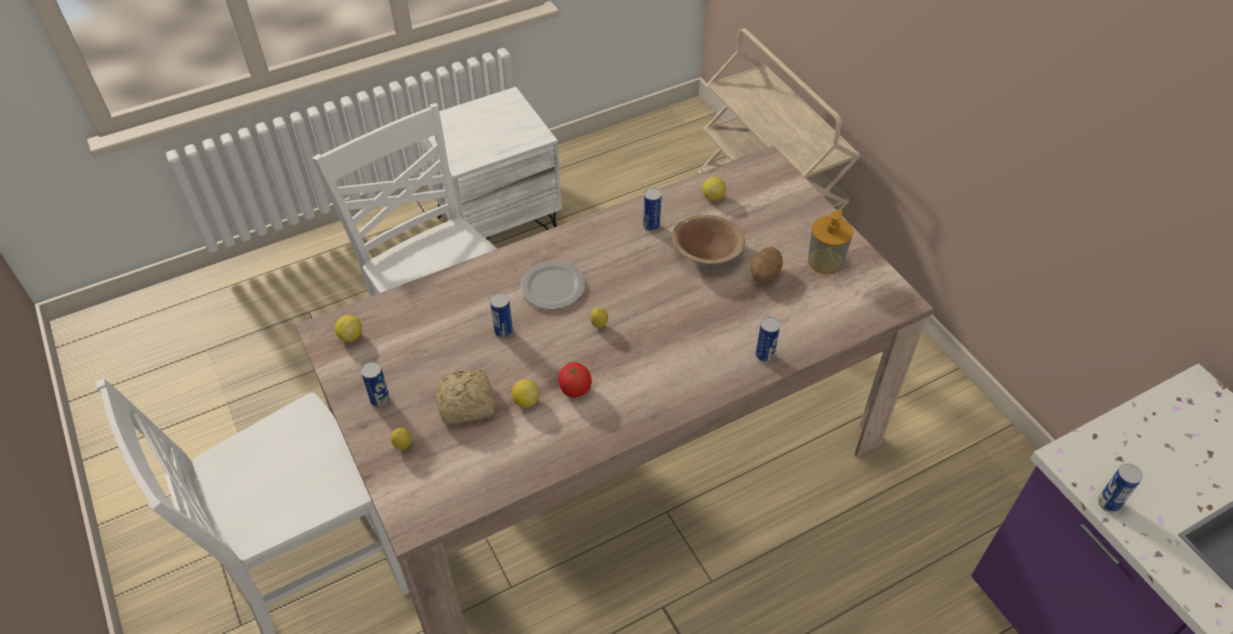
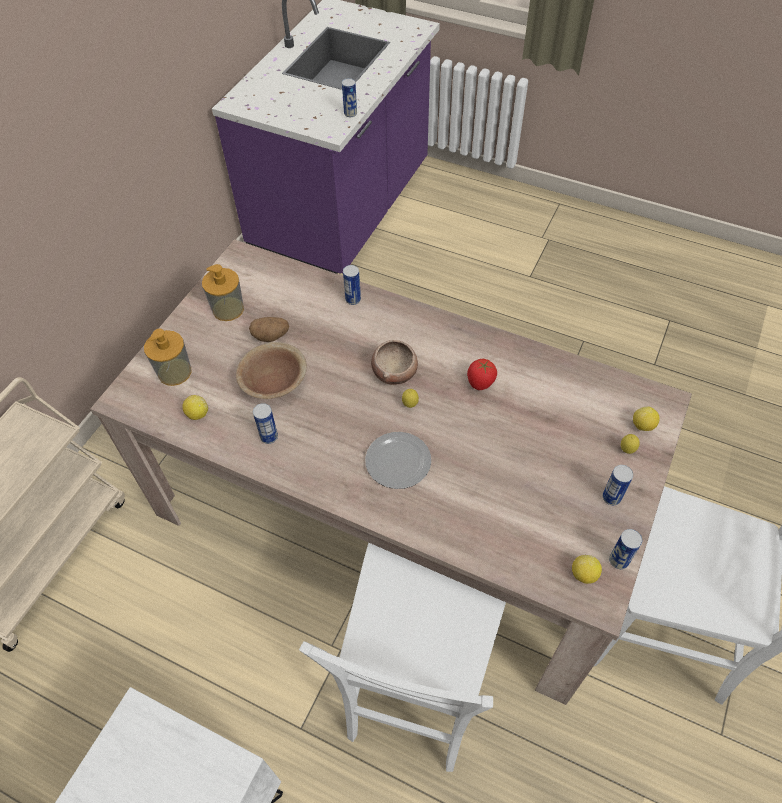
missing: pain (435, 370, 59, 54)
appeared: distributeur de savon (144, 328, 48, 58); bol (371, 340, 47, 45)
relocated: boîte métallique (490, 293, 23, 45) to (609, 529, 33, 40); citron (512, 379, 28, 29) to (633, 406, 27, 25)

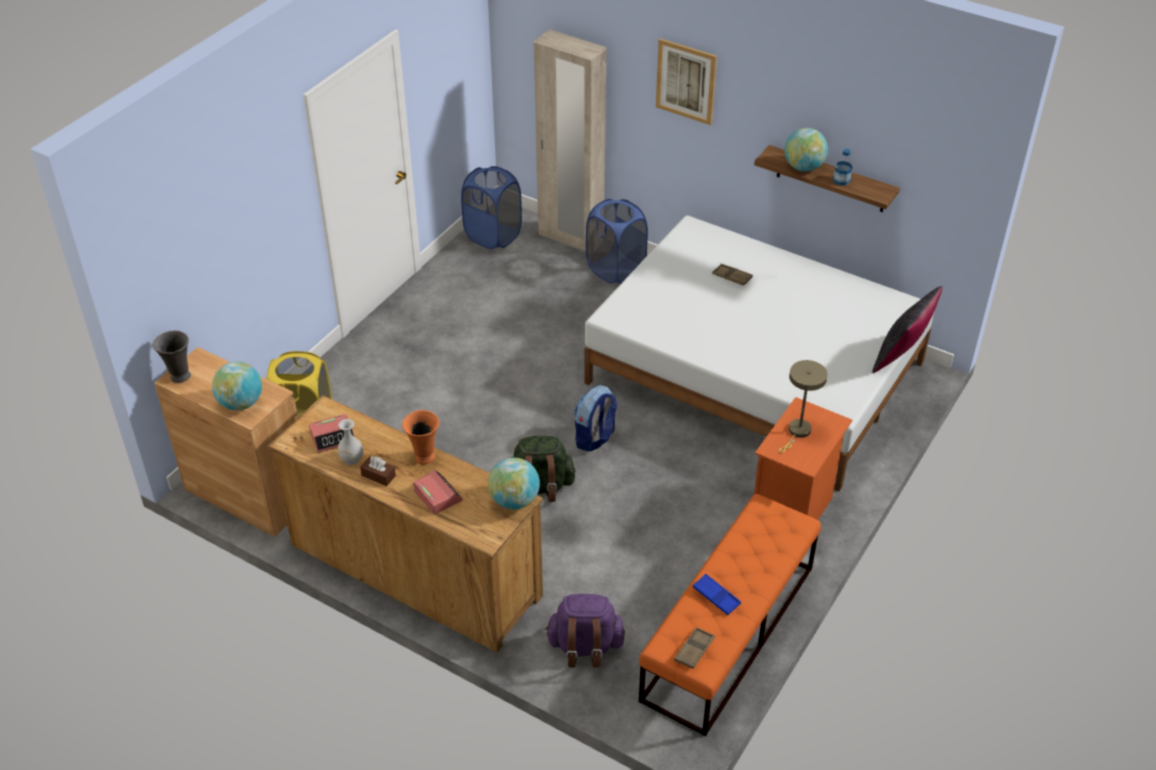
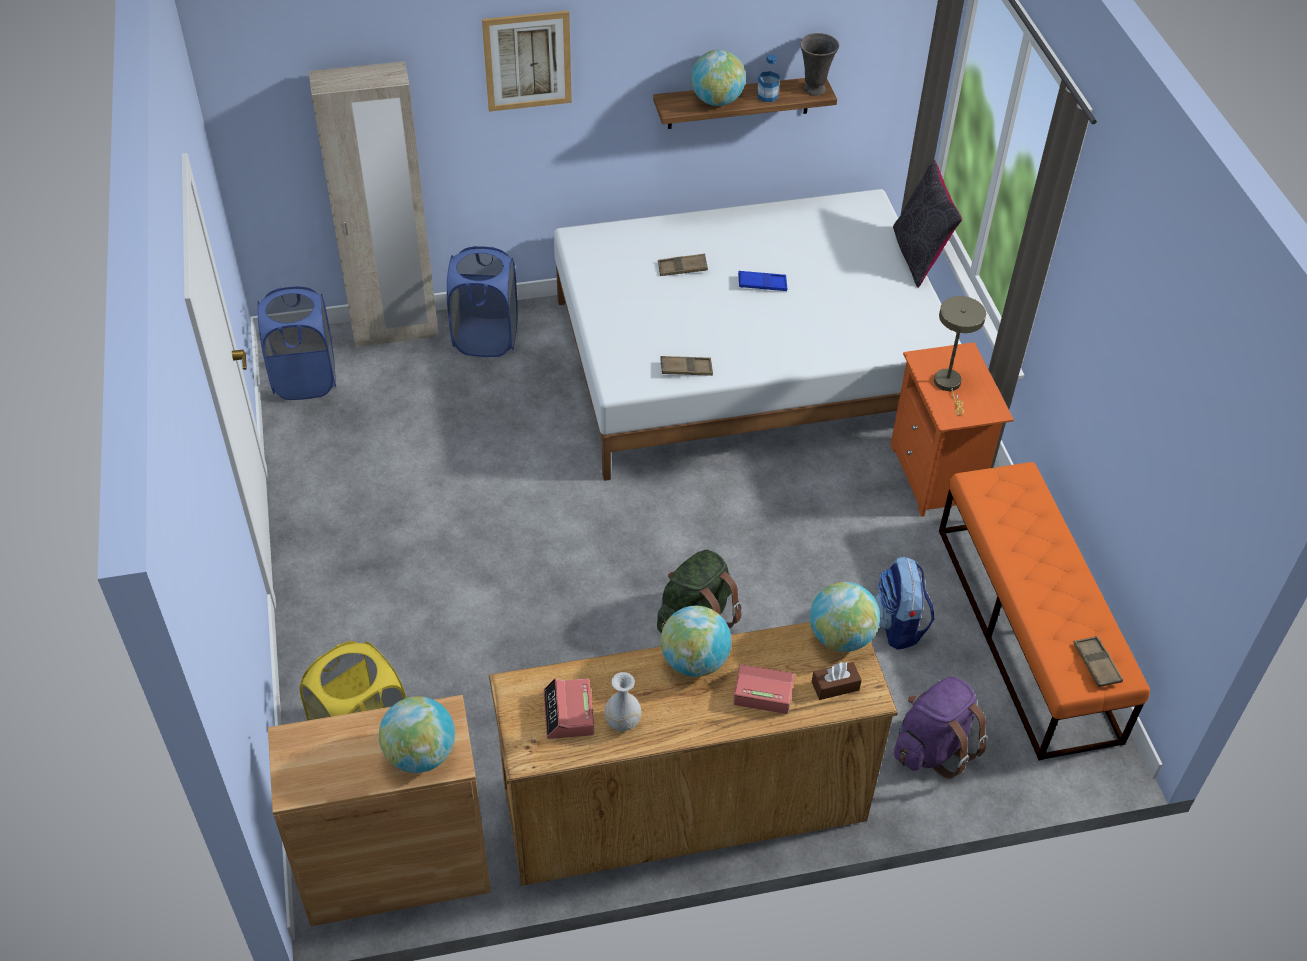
appeared: plateau (marron) (660, 356, 53, 20)
relocated: vase (gris) (152, 330, 39, 53) to (800, 33, 39, 63); boîte à mouchoirs (marron) (360, 457, 36, 29) to (812, 662, 50, 38); sac à dos (574, 385, 43, 67) to (874, 556, 60, 94); plateau (bleu) (693, 574, 48, 41) to (738, 271, 49, 20)
exchanged: vase (orange) (402, 410, 37, 55) to globe (661, 606, 71, 71)
spun: réveil (309, 414, 45, 39) = (543, 678, 51, 61) 150 degrees clockwise

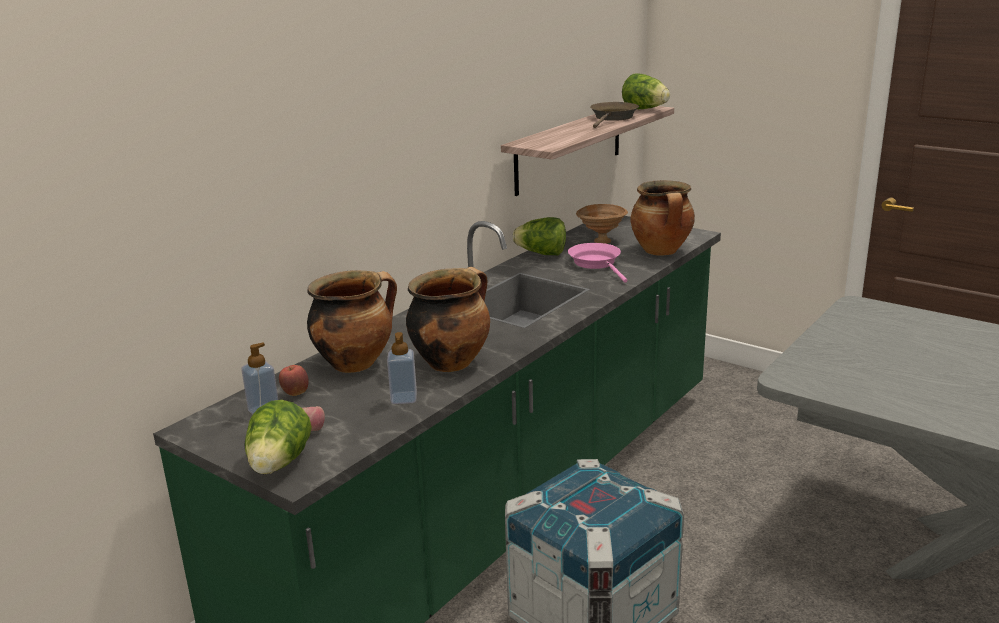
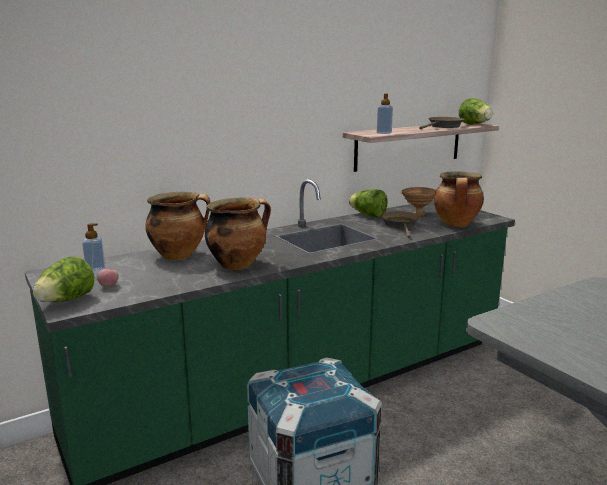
missing: pomme (279, 365, 30, 31)
relocated: distributeur de savon (387, 332, 30, 72) to (377, 94, 16, 40)
colour: poêle (rose) (568, 243, 60, 40) to poêle (marron) (381, 211, 39, 27)

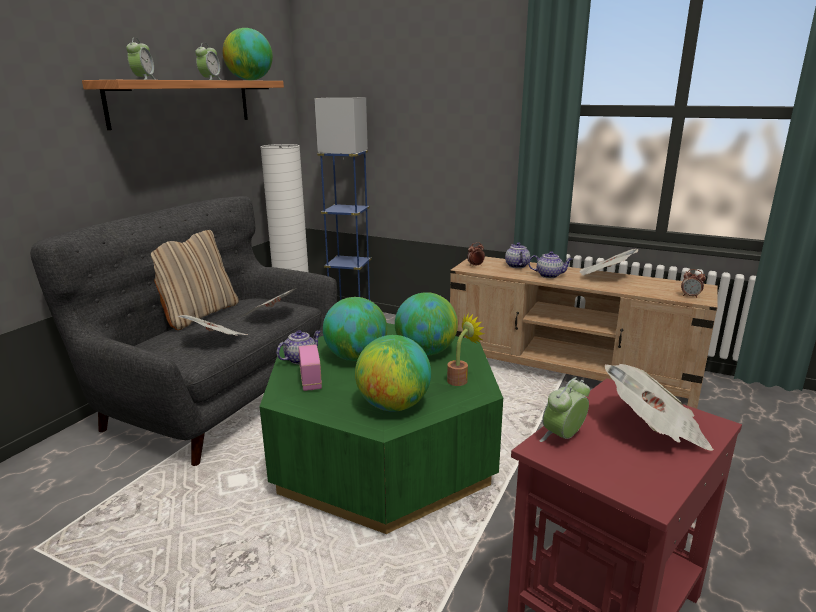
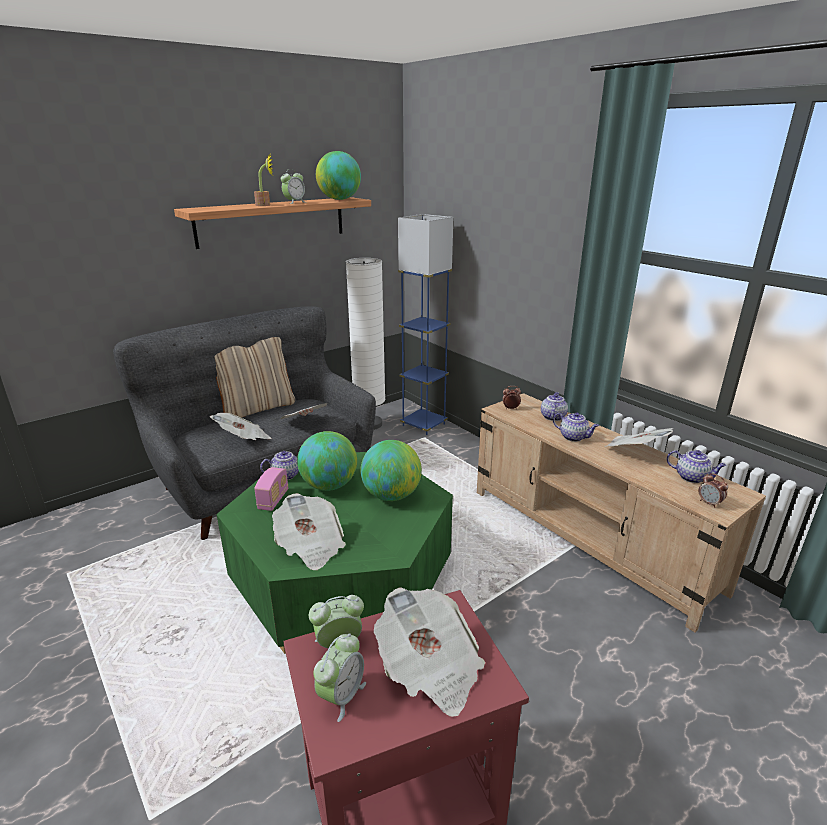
appeared: théière (667, 450, 59, 33)
relocated: réveil (126, 37, 31, 43) to (313, 633, 53, 89); plante en pot (447, 313, 37, 73) to (254, 154, 19, 52)
exchanged: globe (355, 335, 76, 77) to journal (272, 493, 74, 77)

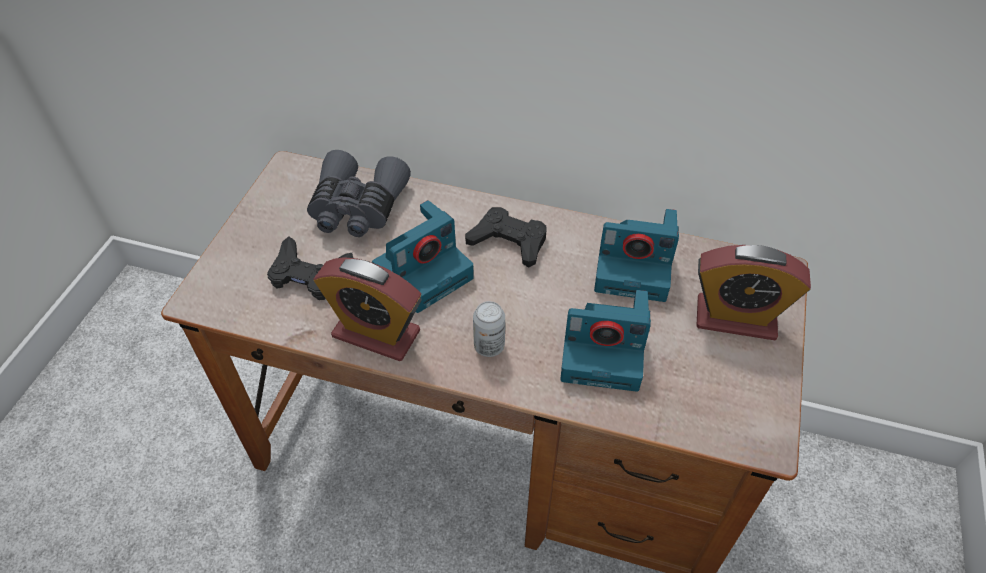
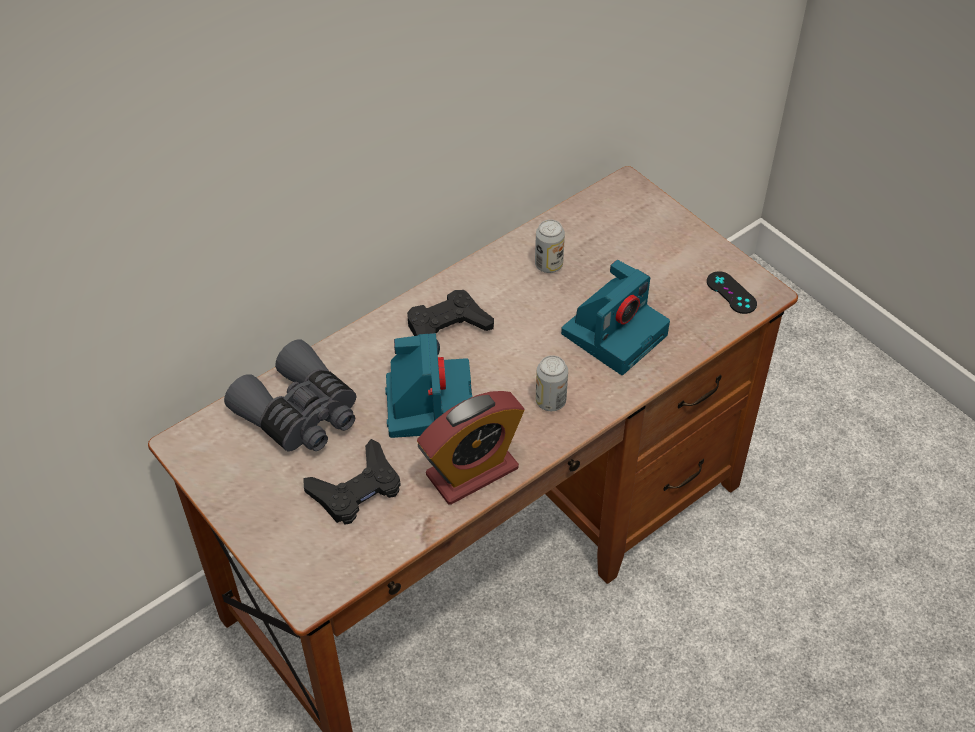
missing: réveil (696, 245, 115, 95)
appeared: manette (noir) (707, 271, 50, 43)
exchanged: appareil photo (594, 209, 85, 93) to boîte métallique (535, 219, 30, 54)

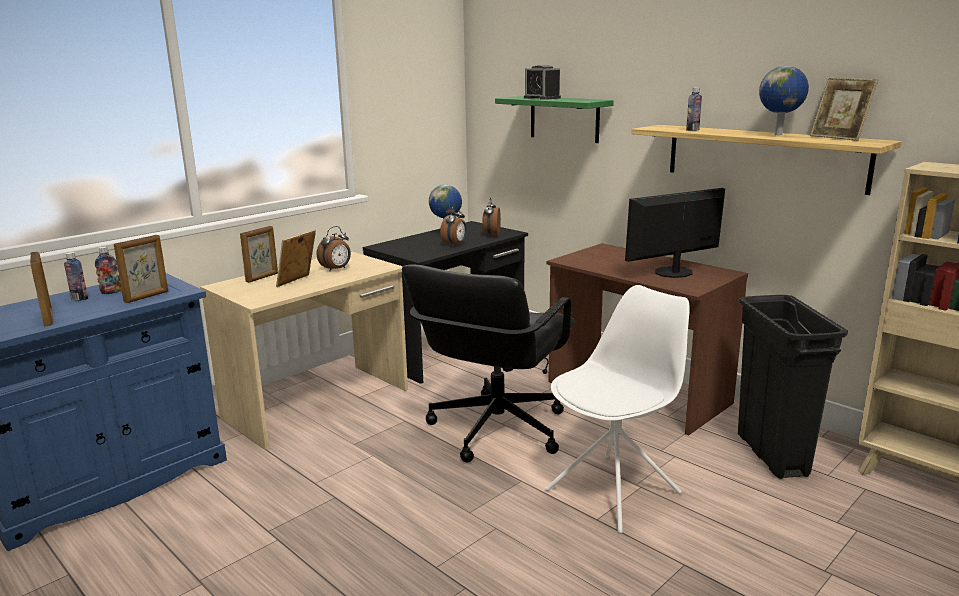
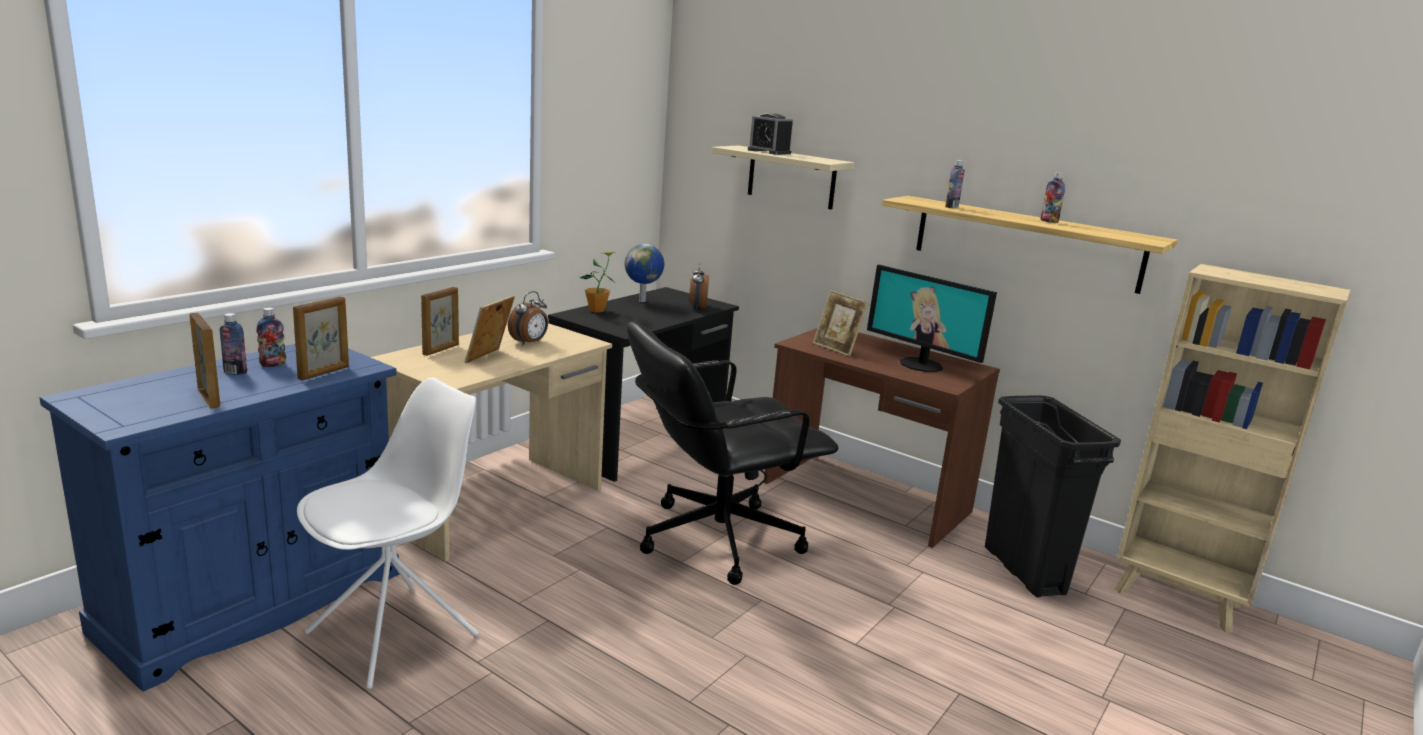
missing: réveil (440, 206, 26, 41)
appeared: plante en pot (580, 252, 35, 61)
relocated: chaise (blanc) (545, 285, 145, 248) to (297, 377, 182, 312); cadre photo (810, 77, 68, 64) to (813, 290, 56, 67)
exchanged: globe (759, 66, 50, 69) to bouteille (1041, 172, 24, 51)
colour: étagère (vert) (495, 96, 119, 47) to étagère (beige) (712, 145, 142, 65)
spun: chaise de bureau (noir) (402, 265, 173, 198) = (627, 321, 211, 264) 45 degrees clockwise; écran d'ordinateur (625, 188, 100, 90) = (867, 265, 130, 107) 105 degrees counterclockwise

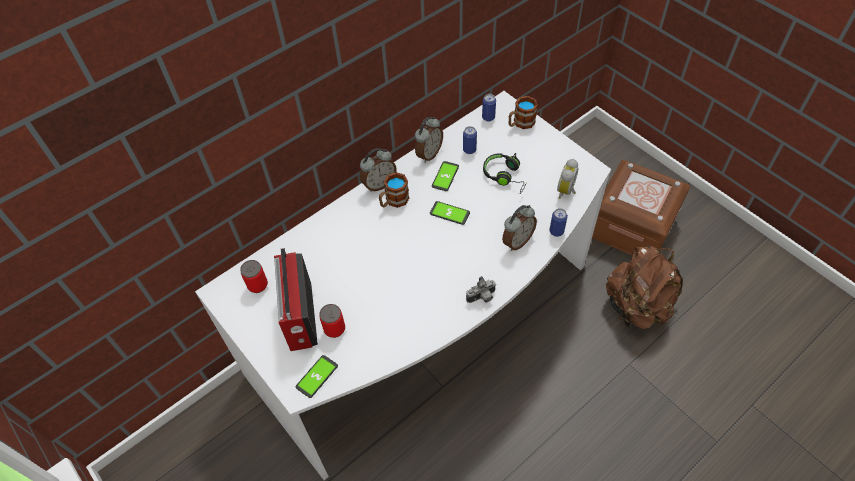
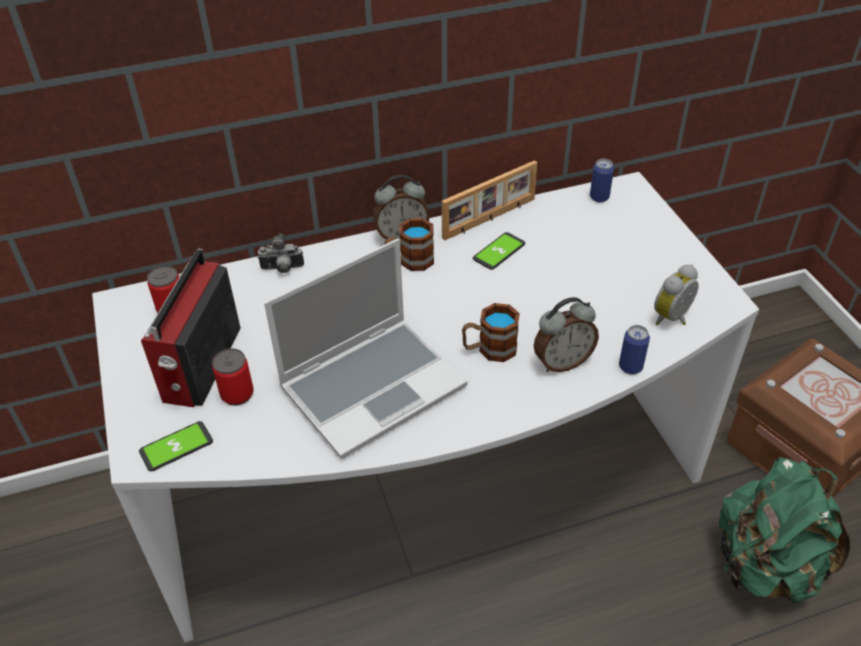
missing: téléphone (430, 201, 40, 24); boîte métallique (463, 126, 14, 28); casque audio (noir) (483, 153, 43, 41)
appeared: ordinateur portable (264, 239, 204, 220)
relocated: appareil photo (466, 276, 30, 27) to (258, 233, 46, 40); mug (509, 96, 29, 33) to (462, 303, 58, 59)
exchanged: réveil (415, 117, 28, 46) to cadre photo (442, 160, 96, 80)
colour: sac à dos (marron) (606, 246, 77, 83) to sac à dos (vert) (719, 457, 132, 146)

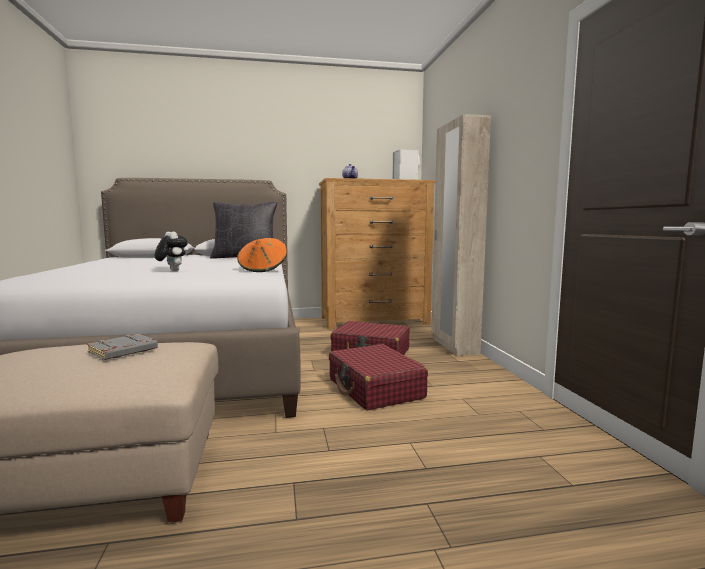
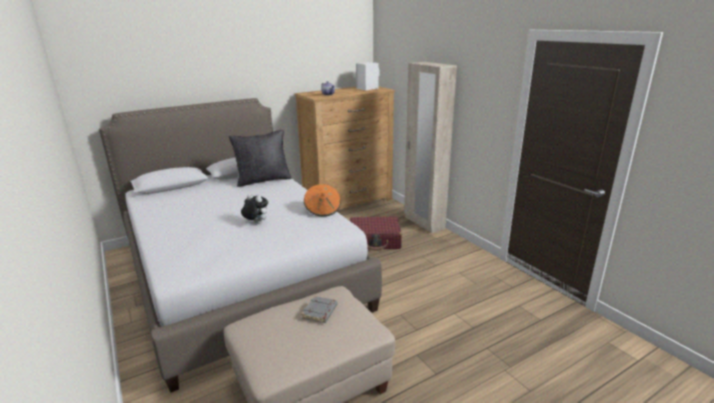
missing: valise (rouge) (329, 344, 99, 67)

